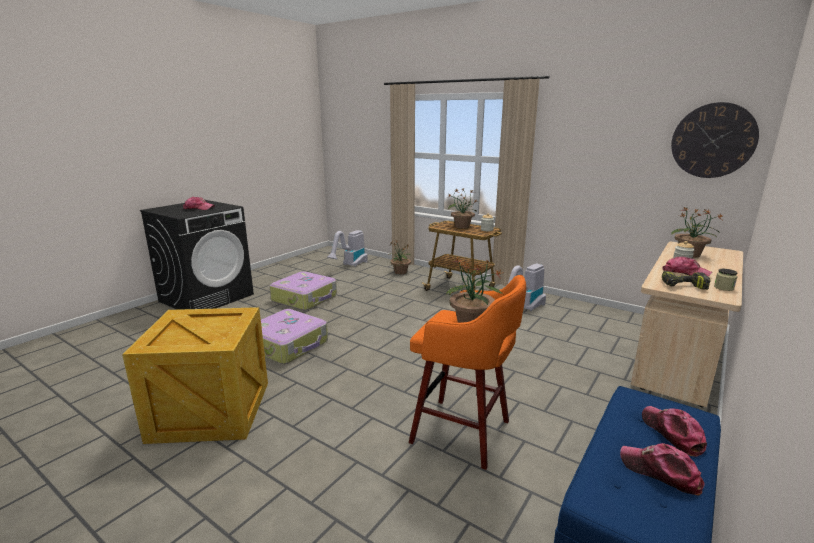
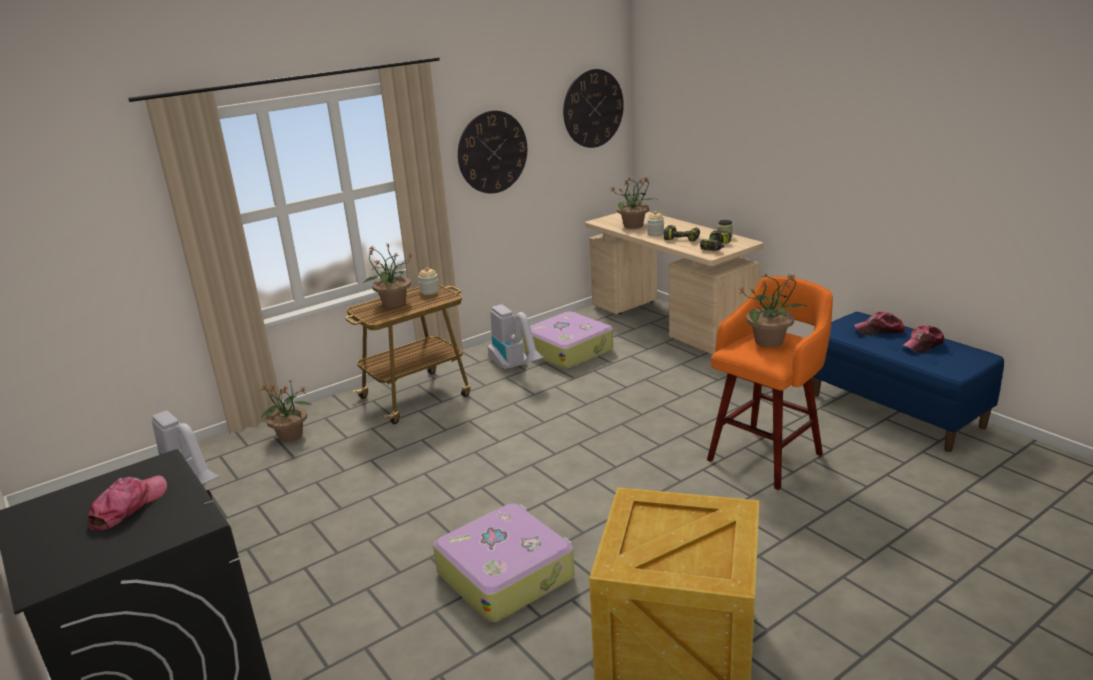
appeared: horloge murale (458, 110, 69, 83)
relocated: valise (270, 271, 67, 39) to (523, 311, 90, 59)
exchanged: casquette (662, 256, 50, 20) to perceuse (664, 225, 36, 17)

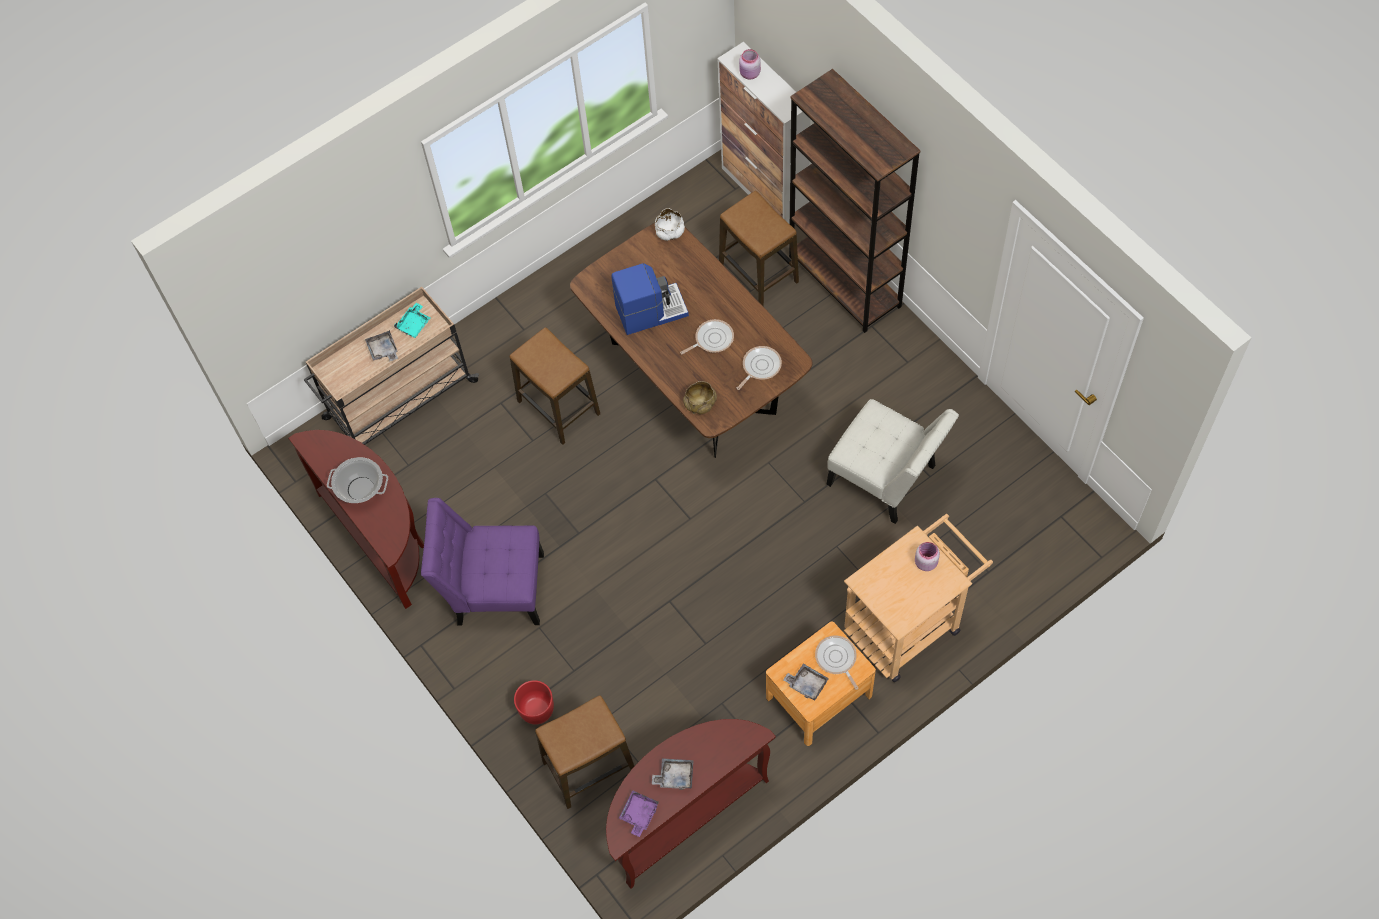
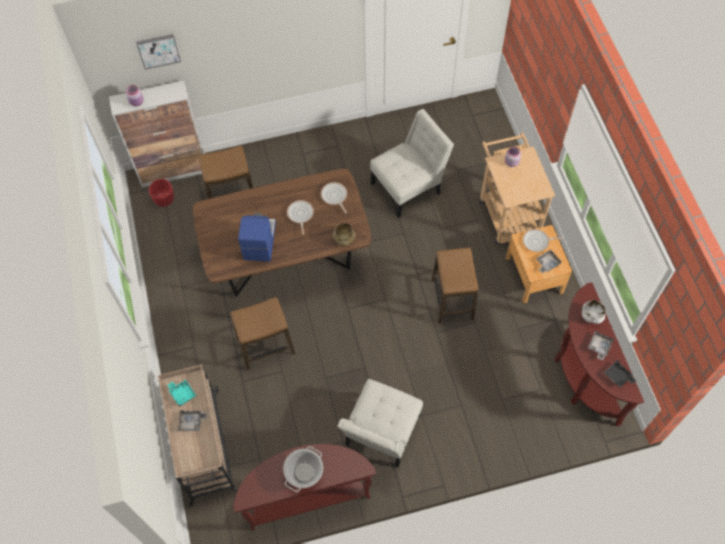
missing: bibliothèque (marron) (789, 69, 131, 264)
appeared: tableau (136, 34, 45, 36)
relocated: cache-pot (rouge) (514, 680, 40, 45) to (149, 179, 25, 28); tabouret (535, 695, 99, 114) to (432, 248, 47, 76); bol (blanc) (655, 208, 30, 33) to (581, 300, 25, 24)
colour: chaise (violet) (421, 498, 123, 127) to chaise (blanc) (337, 379, 86, 89); plateau (violet) (619, 790, 40, 47) to plateau (noir) (604, 360, 32, 27)

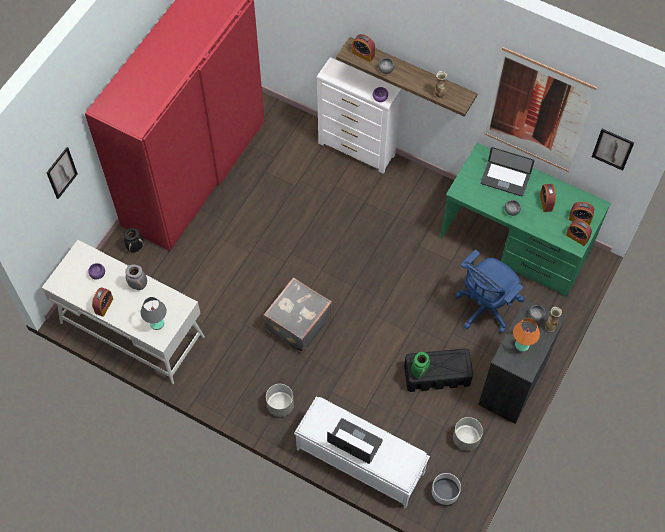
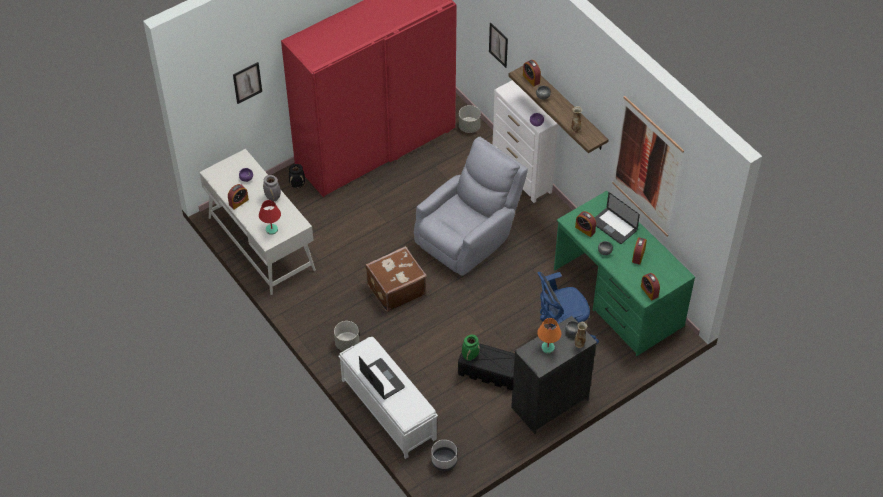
appeared: fauteuil (gris) (414, 137, 114, 139)
relocated: cache-pot (gris) (453, 417, 30, 34) to (459, 105, 22, 28); réveil (569, 202, 25, 23) to (575, 211, 21, 26); tableau (592, 129, 42, 42) to (489, 23, 19, 45)
colour: lampe de table (gris) (141, 297, 26, 33) to lampe de table (rouge) (259, 200, 22, 35); valise (gris) (263, 277, 69, 76) to valise (marron) (365, 246, 62, 66)

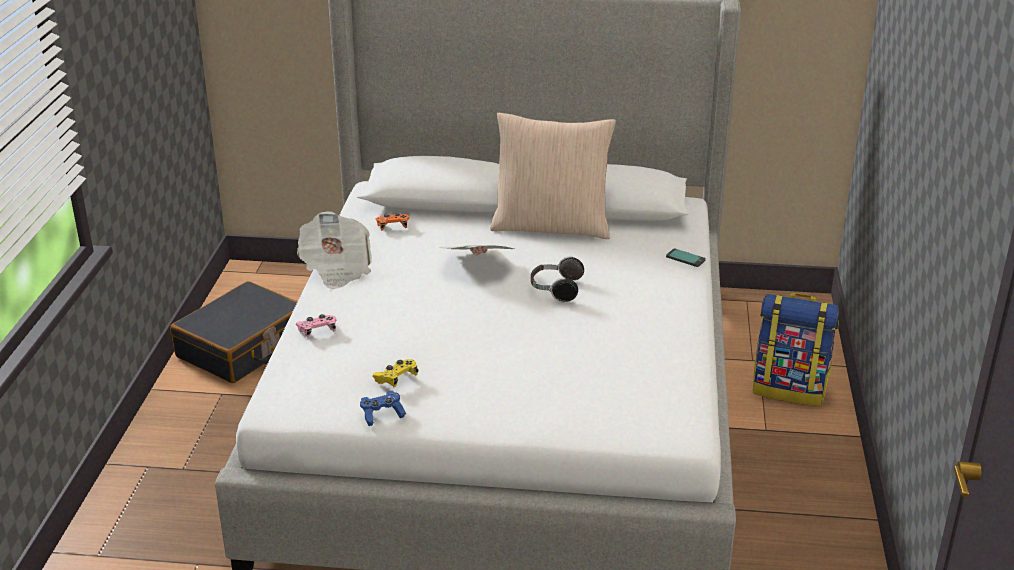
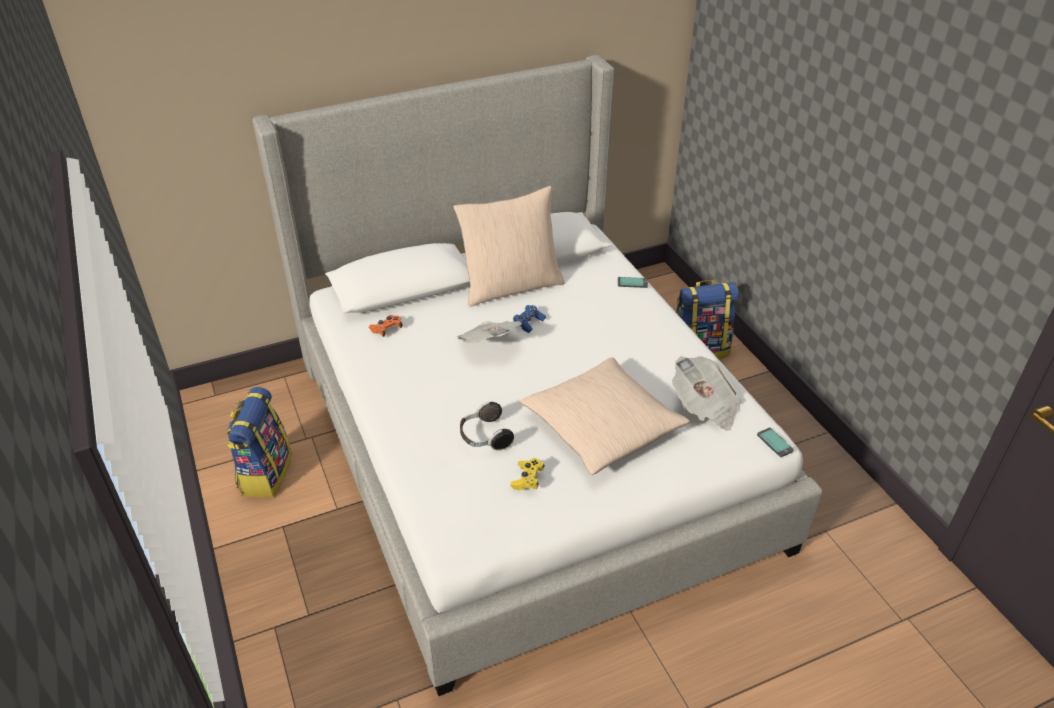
missing: manette (rose) (296, 314, 40, 24)
appeared: coussin (beige) (520, 357, 170, 118); téléphone (757, 428, 37, 29)
relocated: journal (297, 211, 75, 78) to (672, 356, 69, 74); manette (bleu) (360, 391, 46, 35) to (513, 305, 33, 28); casque audio (531, 256, 53, 47) to (460, 401, 54, 49)
exchanged: valise (noir) (170, 281, 128, 102) to sac à dos (226, 387, 65, 111)

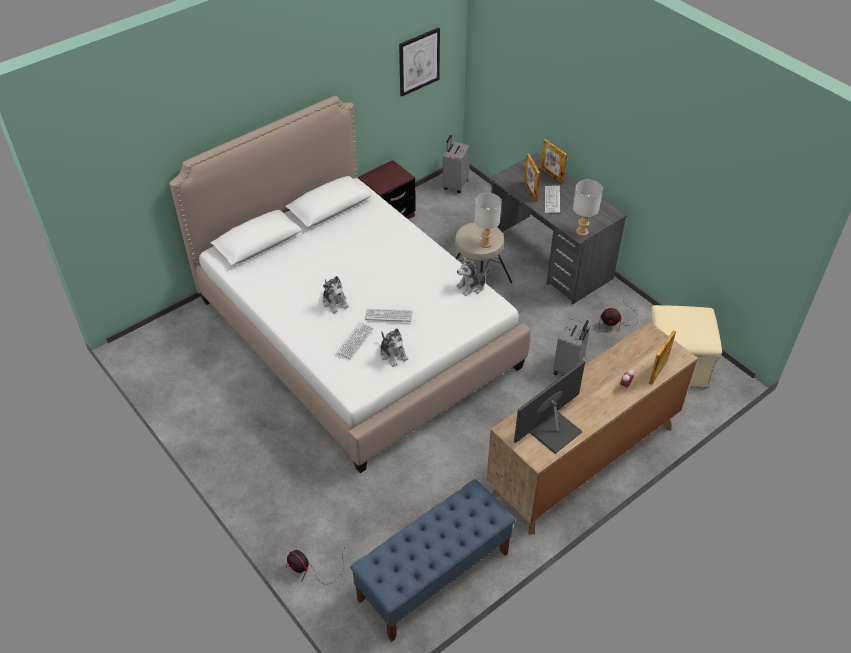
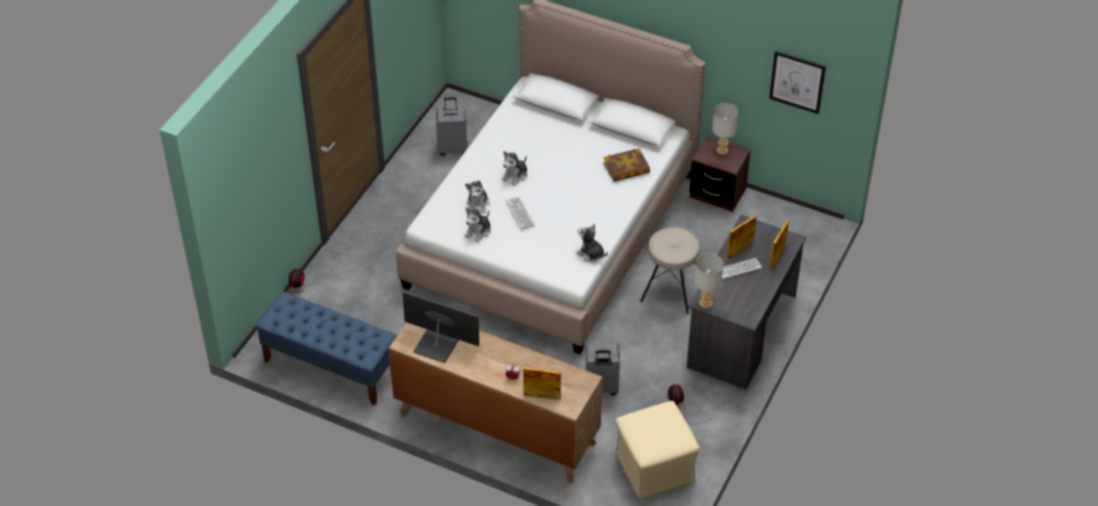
appeared: livre (603, 148, 47, 34)
relocated: valise (gris) (442, 135, 28, 58) to (436, 97, 32, 59); lampe de table (gris) (474, 193, 28, 55) to (712, 103, 27, 52)
exchanged: clavier (336, 322, 38, 38) to peluche (465, 180, 25, 33)

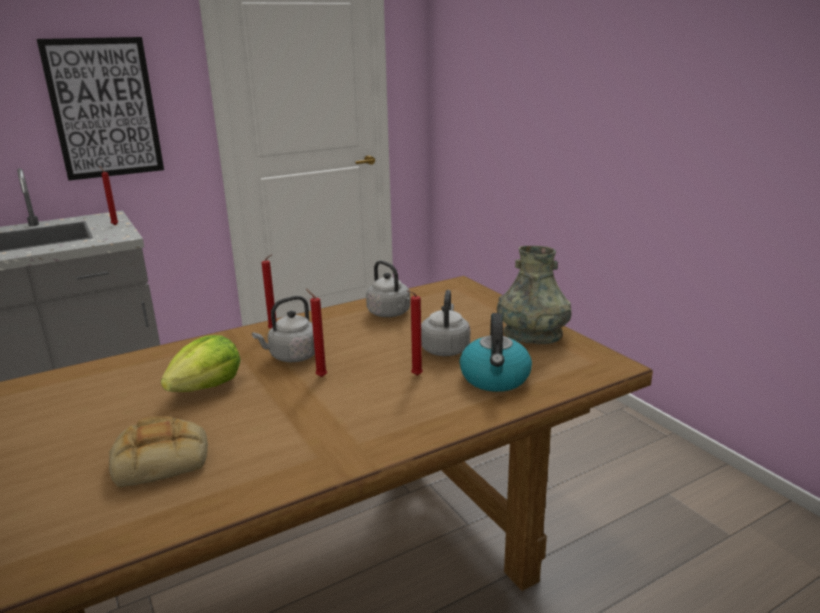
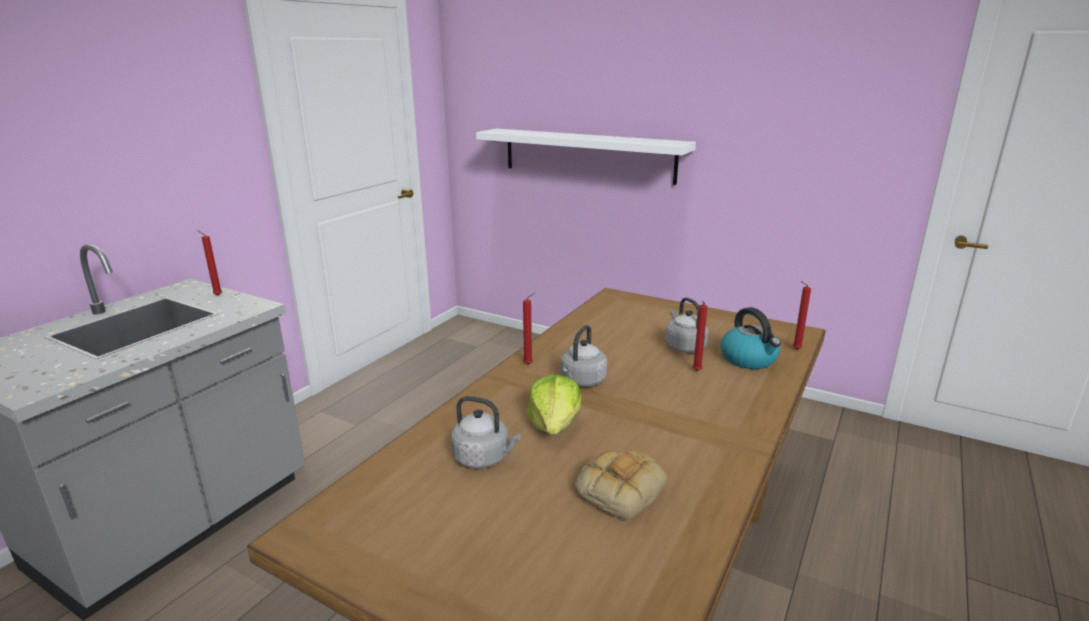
missing: tableau (37, 37, 127, 144); vase (gris) (497, 246, 75, 98)
appeared: étagère (blanc) (476, 128, 220, 57)
relocated: bougie (rouge) (306, 289, 21, 88) to (793, 281, 18, 68); bouilloire (gris) (366, 260, 44, 57) to (451, 396, 70, 73)

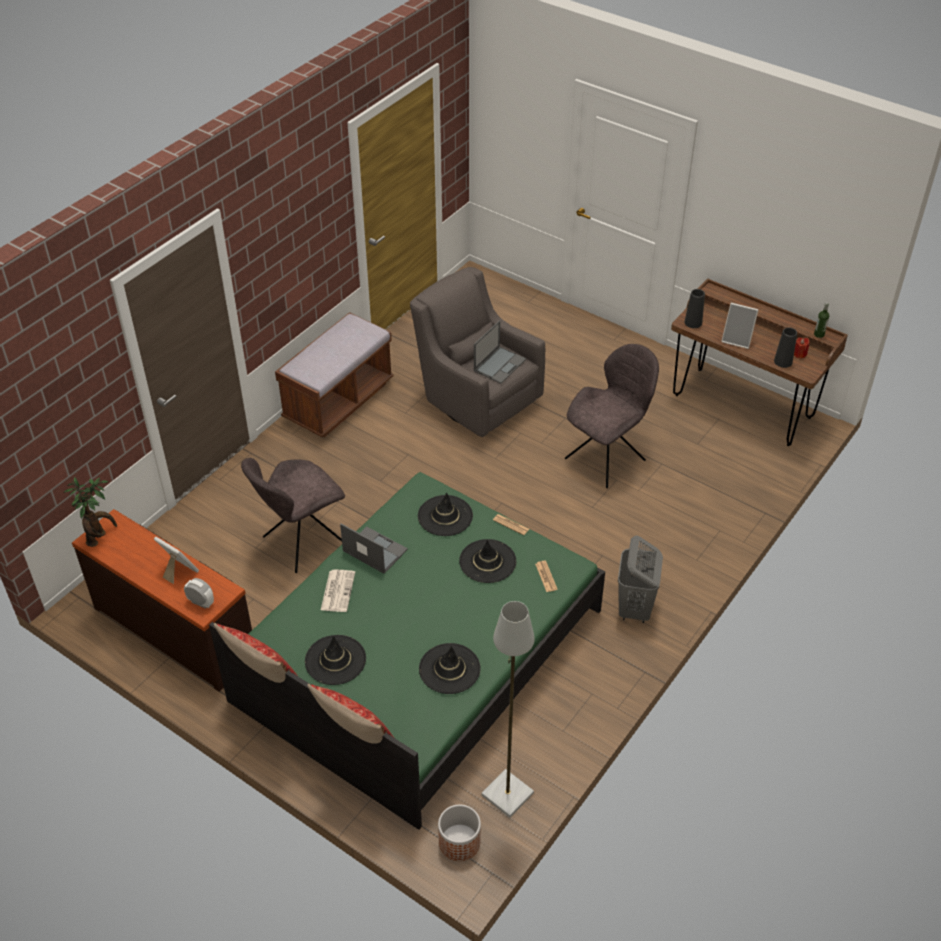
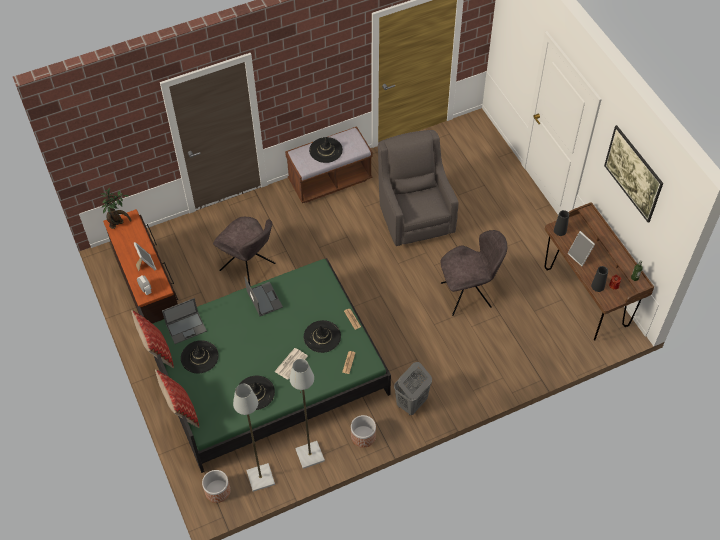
appeared: lampadaire (gris) (290, 359, 35, 110); cache-pot (351, 415, 25, 33); tableau (604, 125, 59, 97)
relocated: journal (321, 569, 34, 43) to (274, 348, 34, 32); chapeau (noir) (418, 492, 55, 44) to (309, 137, 34, 26); ordinateur portable (474, 321, 52, 63) to (162, 298, 45, 46)
spun: chaise (gris) (241, 458, 104, 115) = (213, 217, 62, 68) 135 degrees counterclockwise

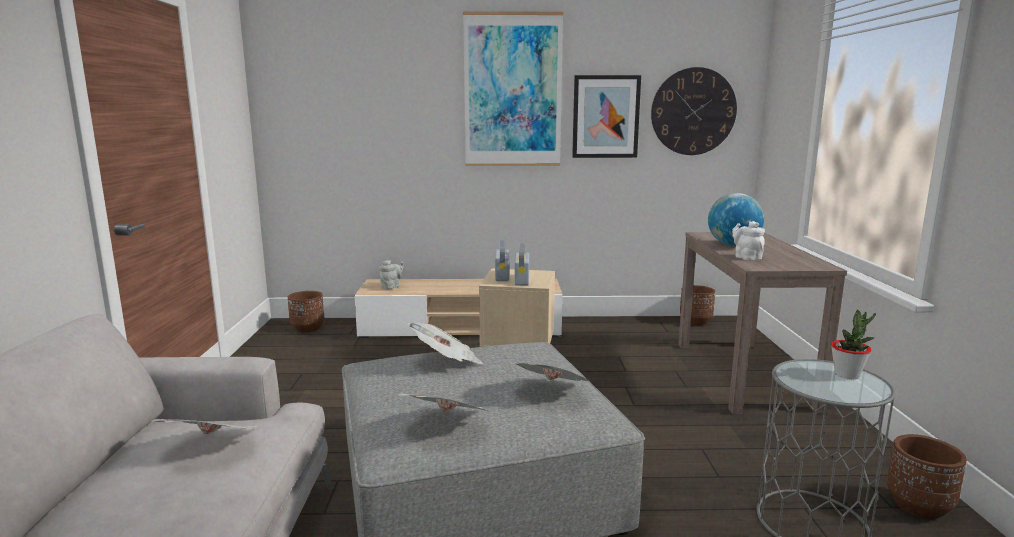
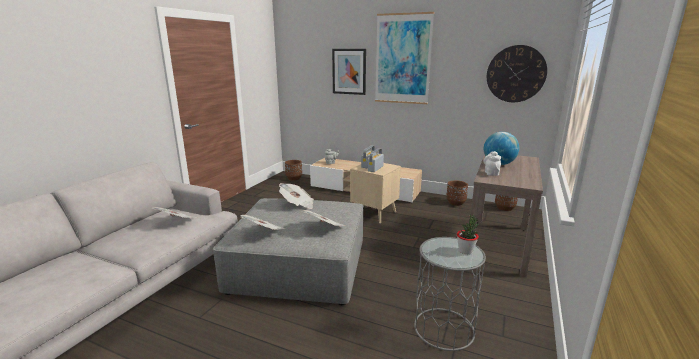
relocated: tableau (572, 75, 69, 83) to (332, 49, 34, 46); cache-pot (marron) (887, 434, 80, 85) to (446, 181, 22, 25)

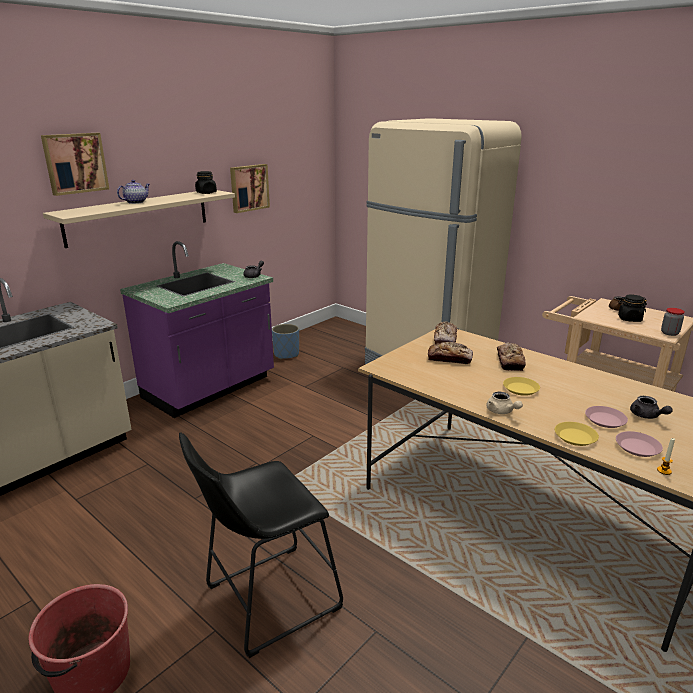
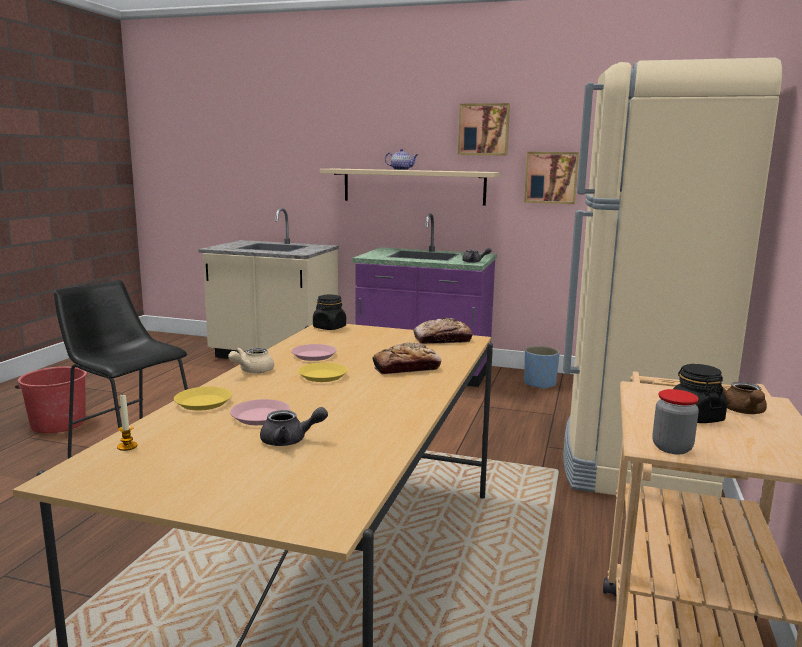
missing: pain (428, 342, 45, 22)
relocated: tableau (41, 133, 68, 63) to (458, 103, 52, 53); bocal (noir) (195, 171, 22, 23) to (313, 295, 33, 35); assiette (rose) (616, 431, 47, 26) to (291, 344, 46, 17)
spun: théière (gris) (630, 396, 43, 23) = (260, 407, 68, 39) 135 degrees counterclockwise

